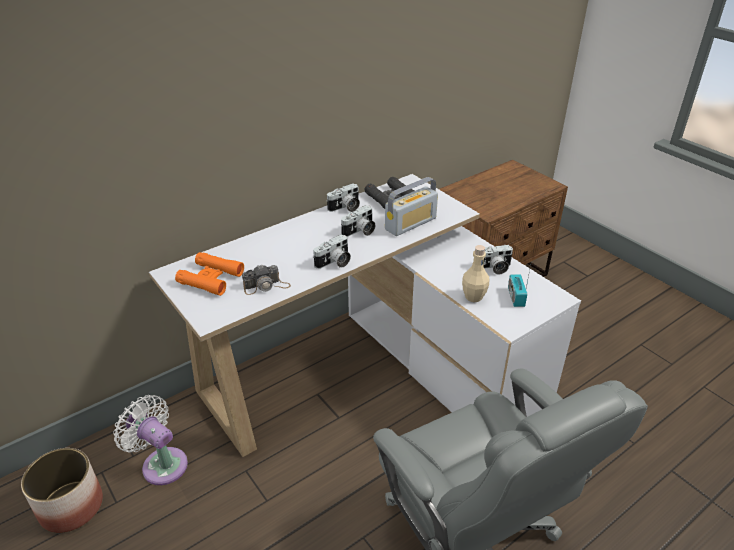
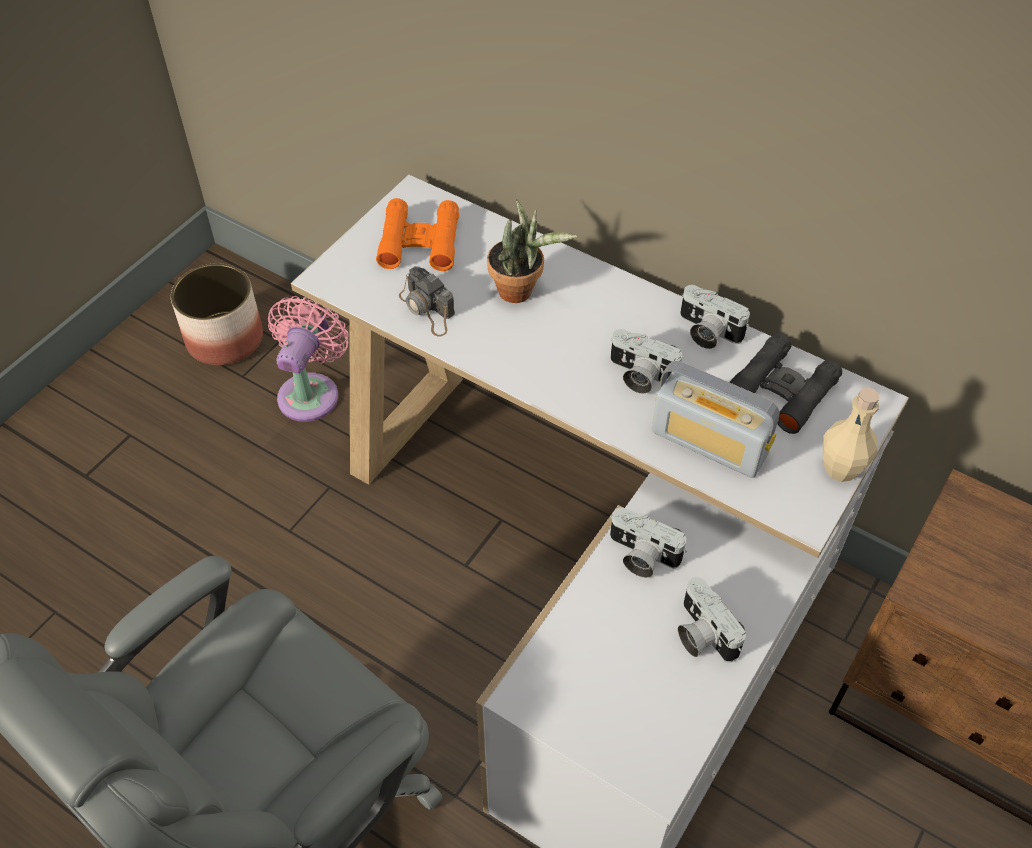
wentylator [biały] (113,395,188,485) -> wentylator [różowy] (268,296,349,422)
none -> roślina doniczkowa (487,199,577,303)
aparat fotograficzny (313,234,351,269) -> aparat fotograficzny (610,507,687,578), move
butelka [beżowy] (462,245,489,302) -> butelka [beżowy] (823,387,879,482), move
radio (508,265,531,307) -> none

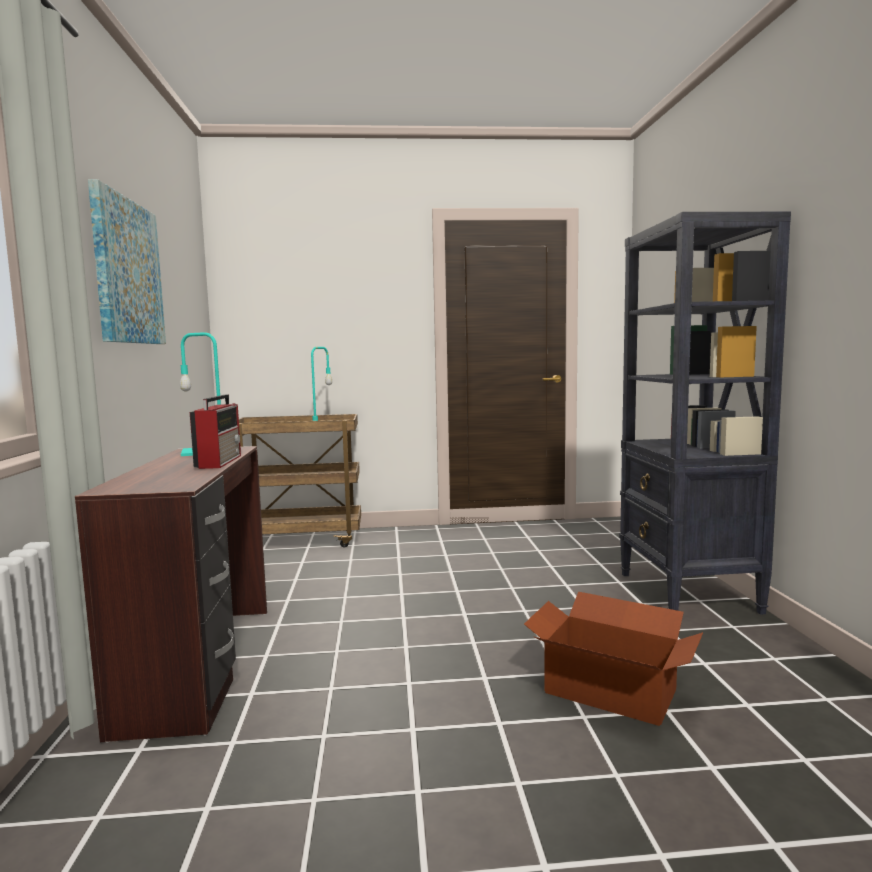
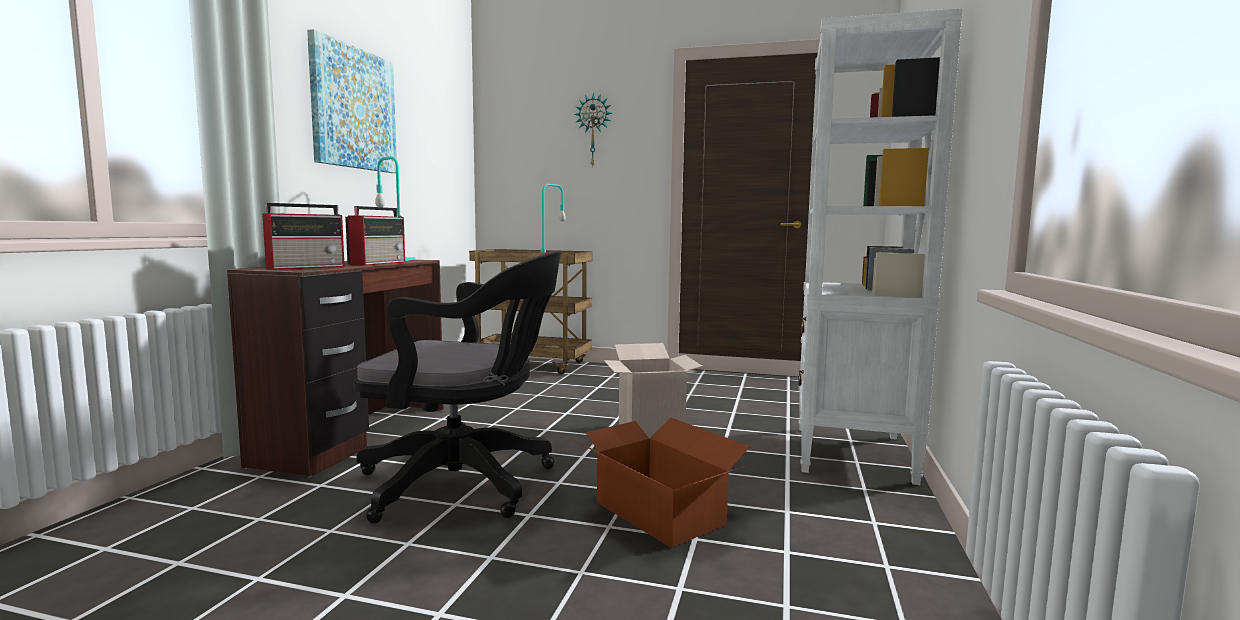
none -> radio (262,203,345,270)
none -> krzesło biurowe [czarny] (354,252,561,524)
none -> zegar ścienny (574,93,612,167)
none -> karton (604,343,703,438)
regał [czarny] (619,212,791,615) -> regał [biały] (798,8,963,485)

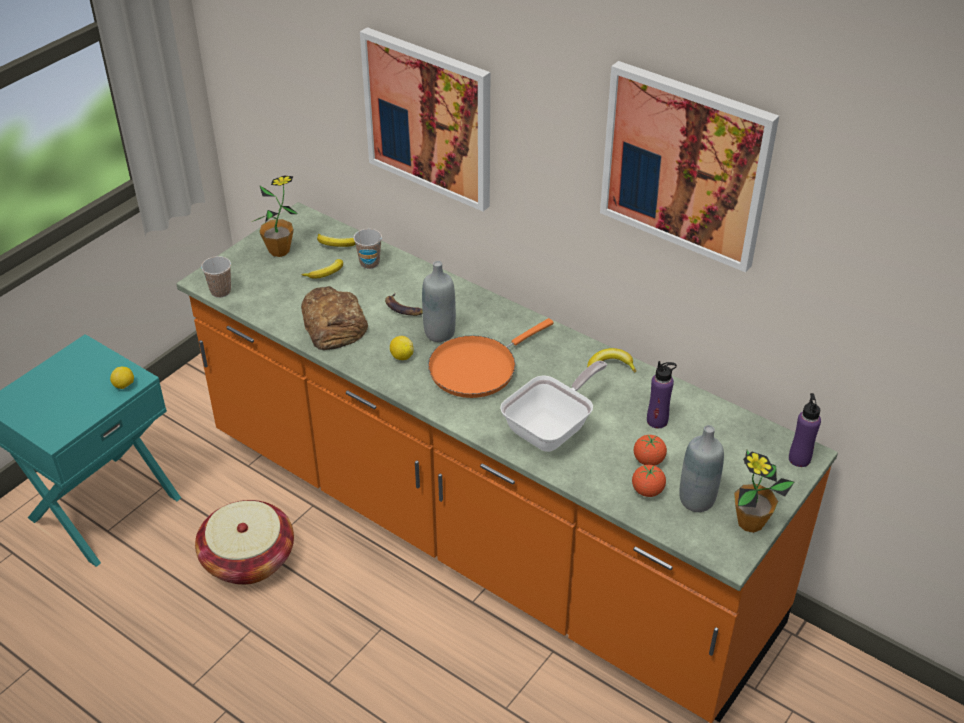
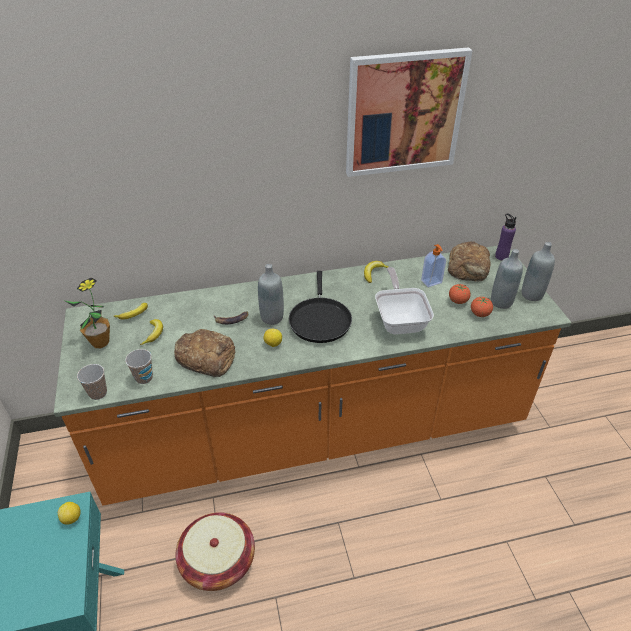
filiżanka (353,229,382,269) -> filiżanka (125,349,153,384), move
patelnia [pomarańczowy] (428,318,554,398) -> patelnia [czarny] (289,271,352,343)
butelka [fioletowy] (647,361,677,428) -> dozownik mydła (421,244,446,287)
none -> chleb (448,241,491,282)
roślina doniczkowa (734,450,794,533) -> butelka [szary] (522,242,555,301)
obraz (360,27,490,211) -> none

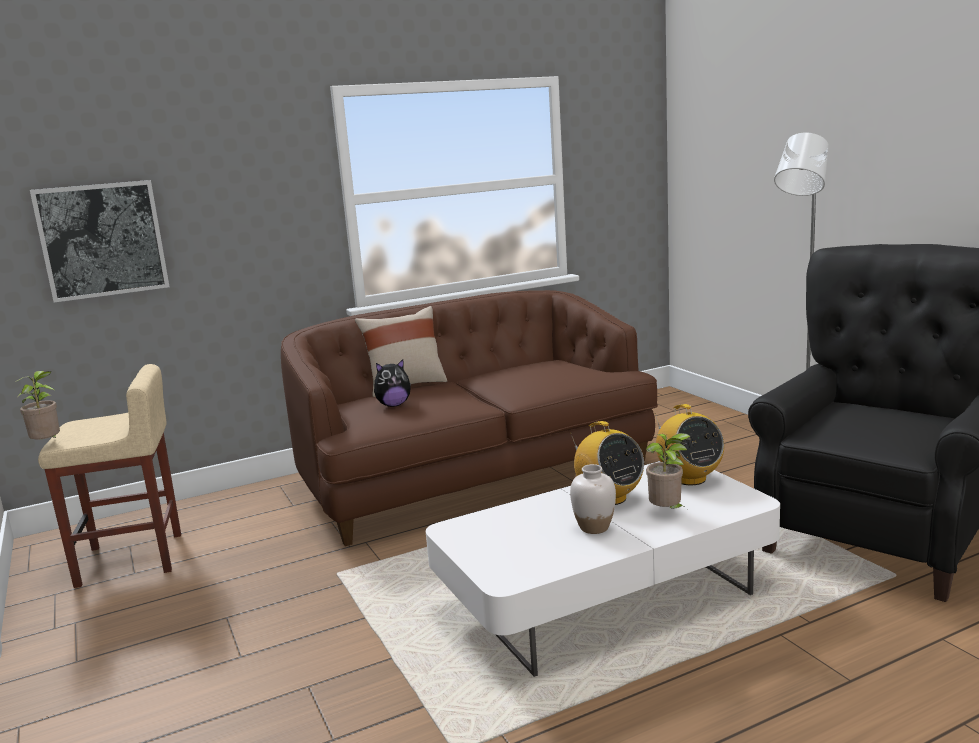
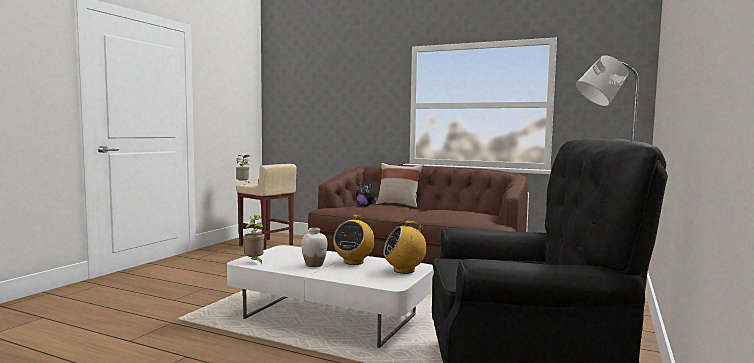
roślina doniczkowa (646,433,691,509) -> roślina doniczkowa (243,215,265,265), move
radio (655,404,724,485) -> radio (383,221,427,274), 45 degrees clockwise
obraz (30,180,169,302) -> none

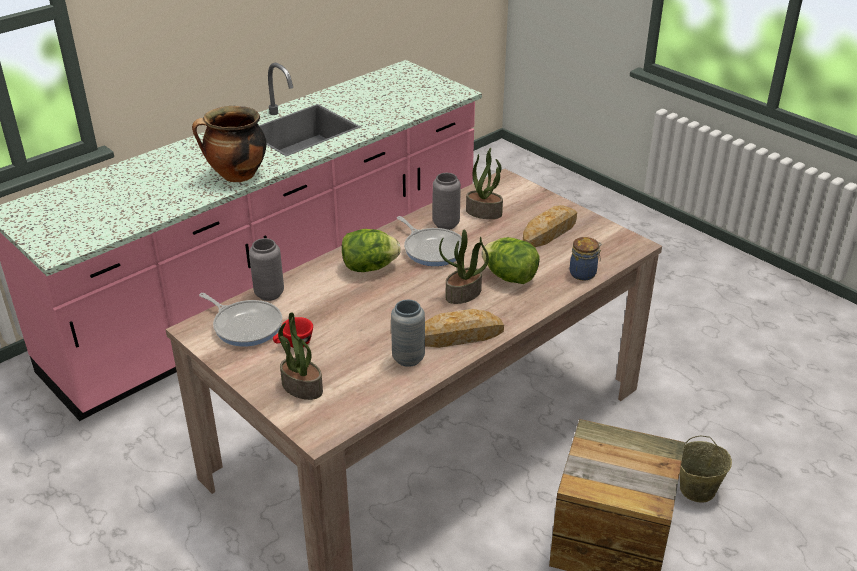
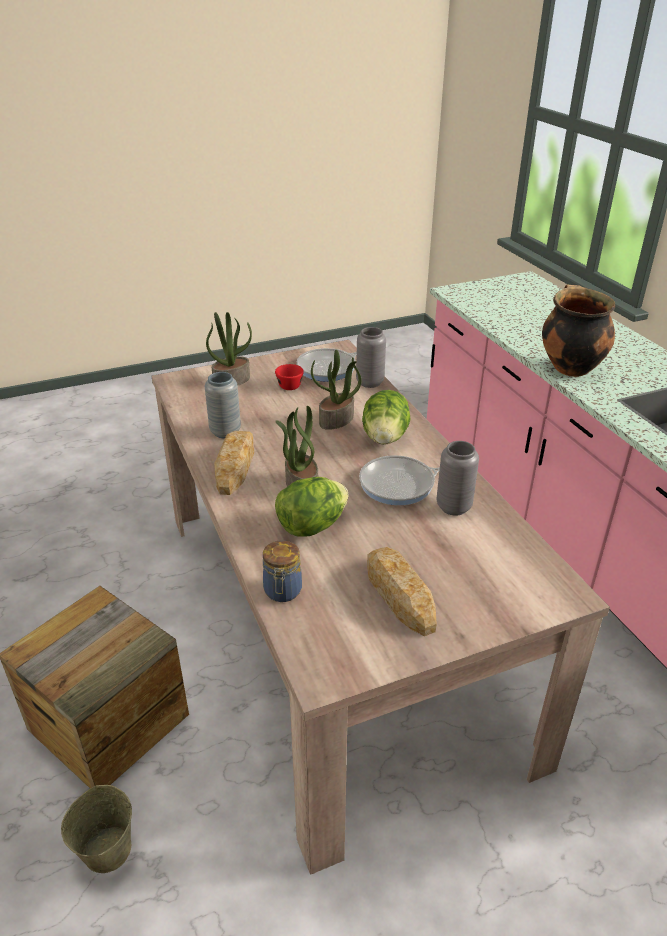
roślina doniczkowa (466,148,503,219) -> roślina doniczkowa (311,350,362,430), move

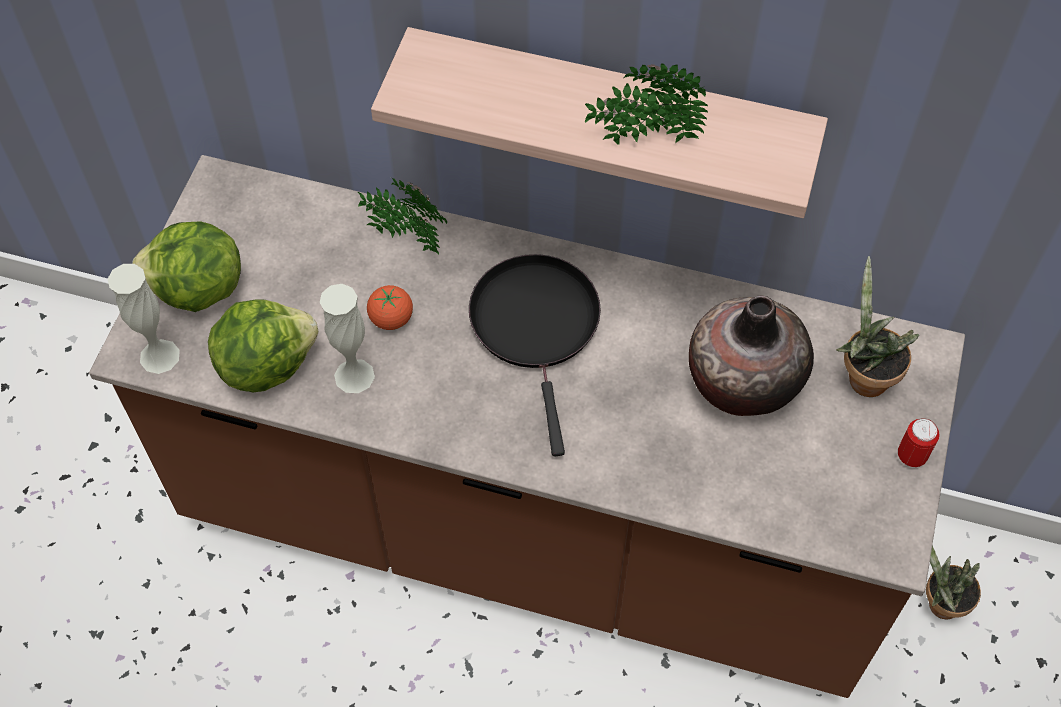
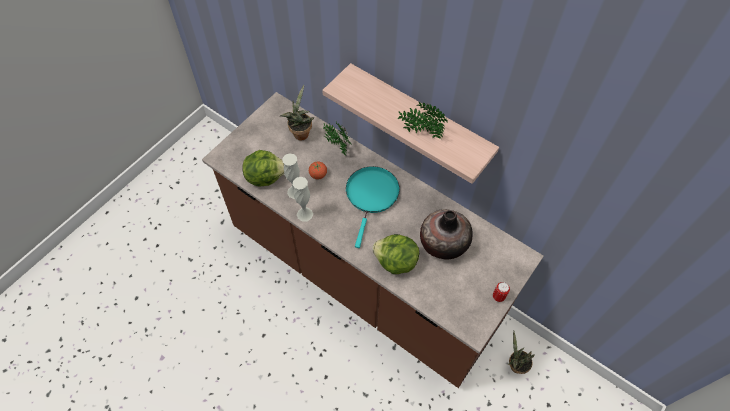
roślina doniczkowa (836,256,919,397) -> roślina doniczkowa (280,85,314,141), move
wazon [biały] (108,264,180,374) -> wazon [biały] (293,177,313,221), move
patelnia [czarny] (469,254,601,456) -> patelnia [turkusowy] (346,166,400,248)
sałata (132,221,241,312) -> sałata (372,234,419,274), move

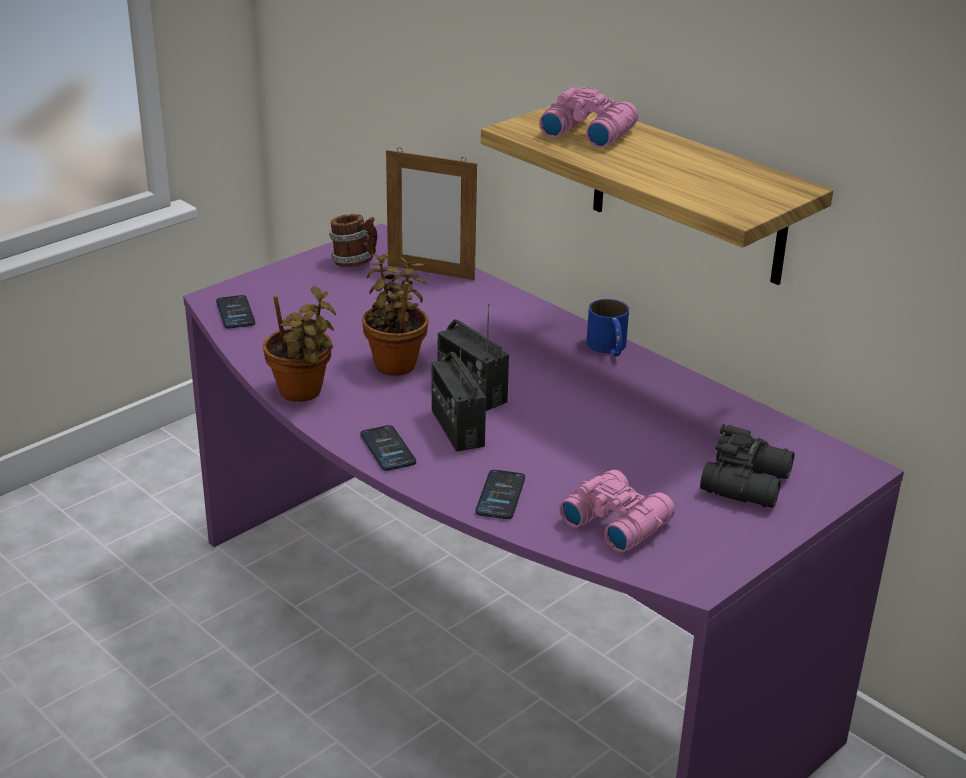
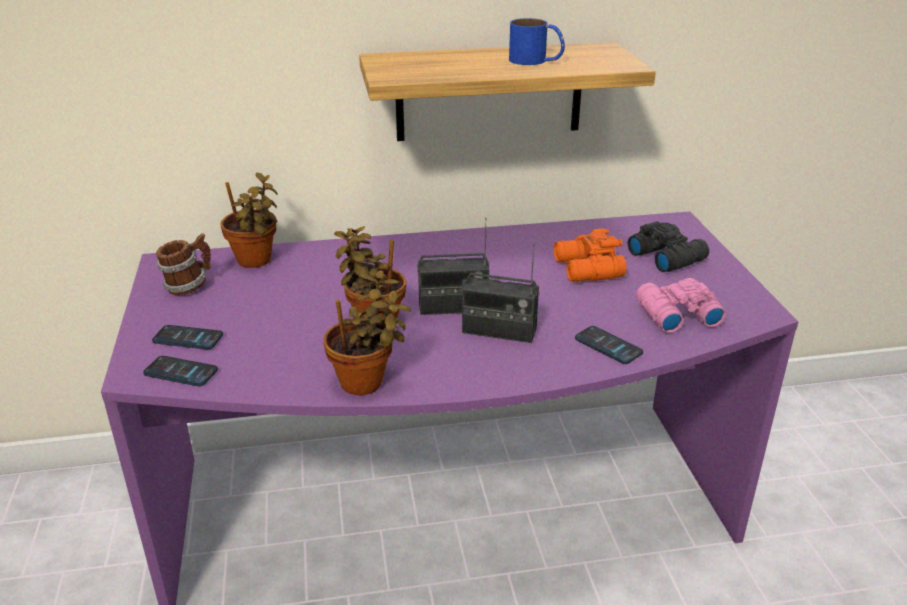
telefon (360,425,416,471) -> telefon (152,325,223,350), move
ramka na zdjęcie (386,148,477,280) -> roślina doniczkowa (221,172,278,268)
kubek [niebieski] (586,299,629,356) -> kubek [niebieski] (509,18,565,65), move
none -> lornetka [pomarańczowy] (554,228,626,282)
lornetka [różowy] (539,87,638,148) -> none

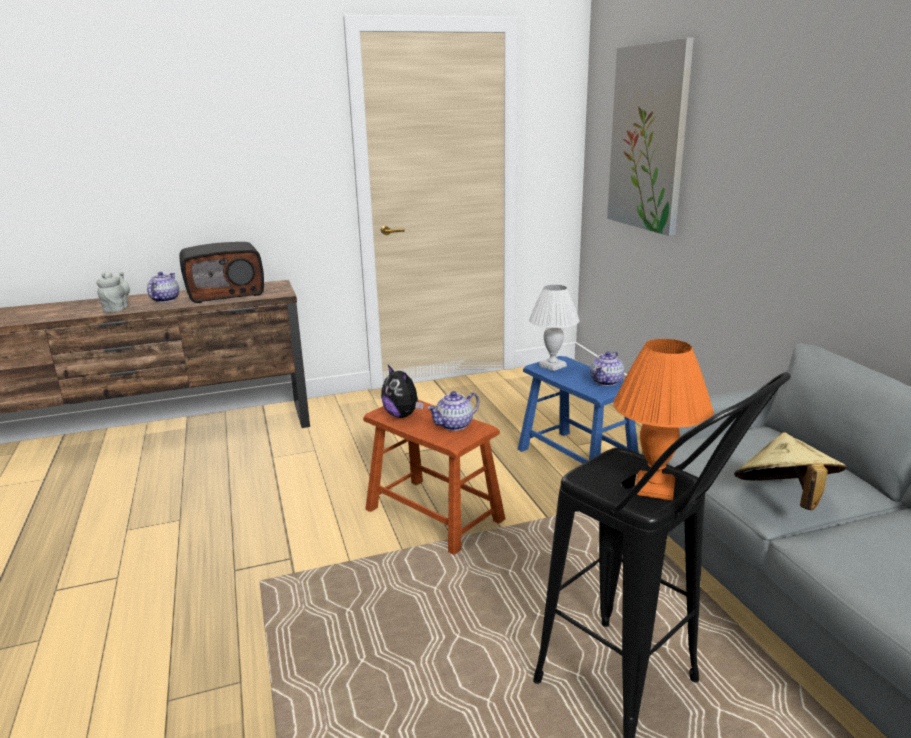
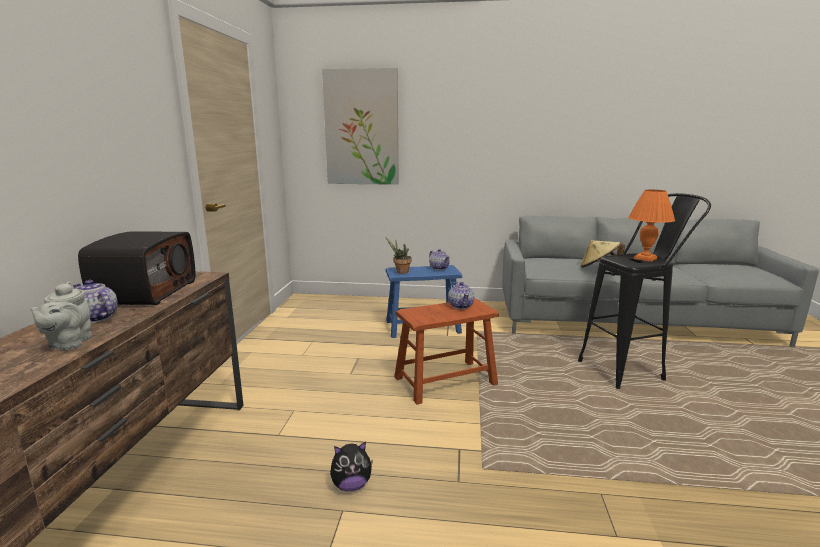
imbryk [szary] (96,271,130,312) -> imbryk [szary] (31,282,92,350), 120 degrees counterclockwise
pluszak (381,365,424,418) -> pluszak (330,441,373,491), move
lampa stołowa [biały] (529,285,580,371) -> roślina doniczkowa (386,237,412,274)

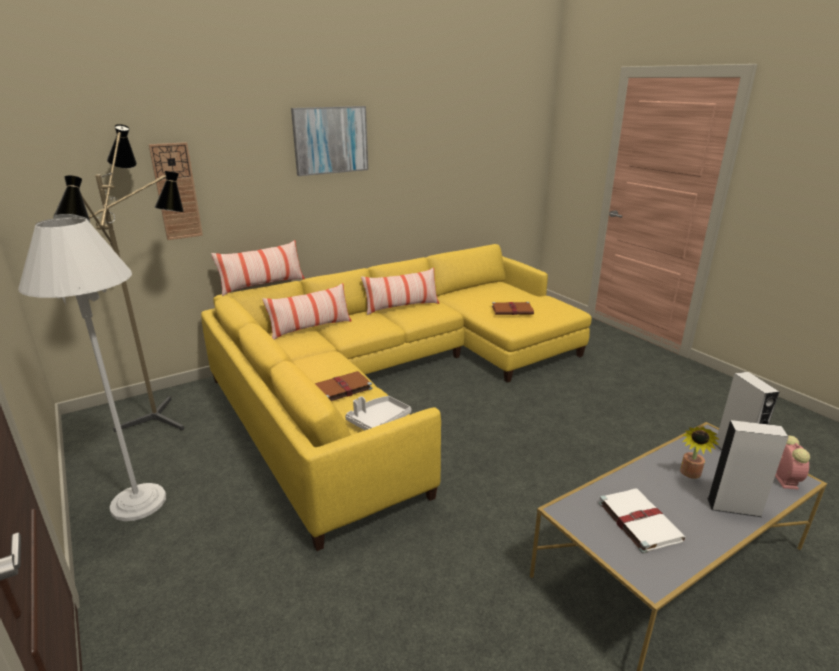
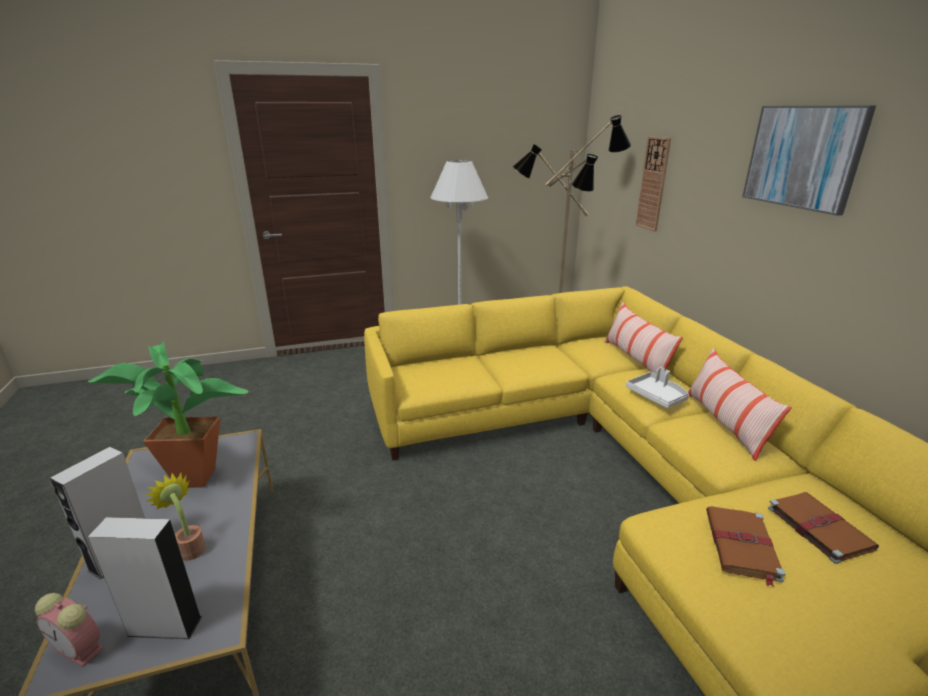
książka [biały] (599,489,686,554) -> roślina doniczkowa (88,340,248,488)
taca [biały] (345,396,411,430) -> taca [biały] (626,367,689,408), move
książka [brązowy] (315,371,372,401) -> książka [brązowy] (768,492,879,564), move
poduszka (211,240,305,296) -> none

